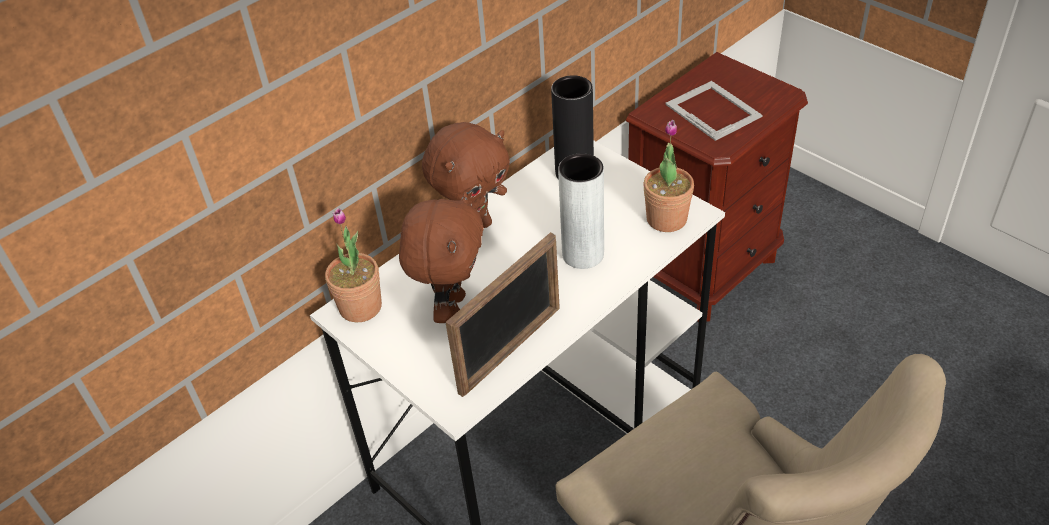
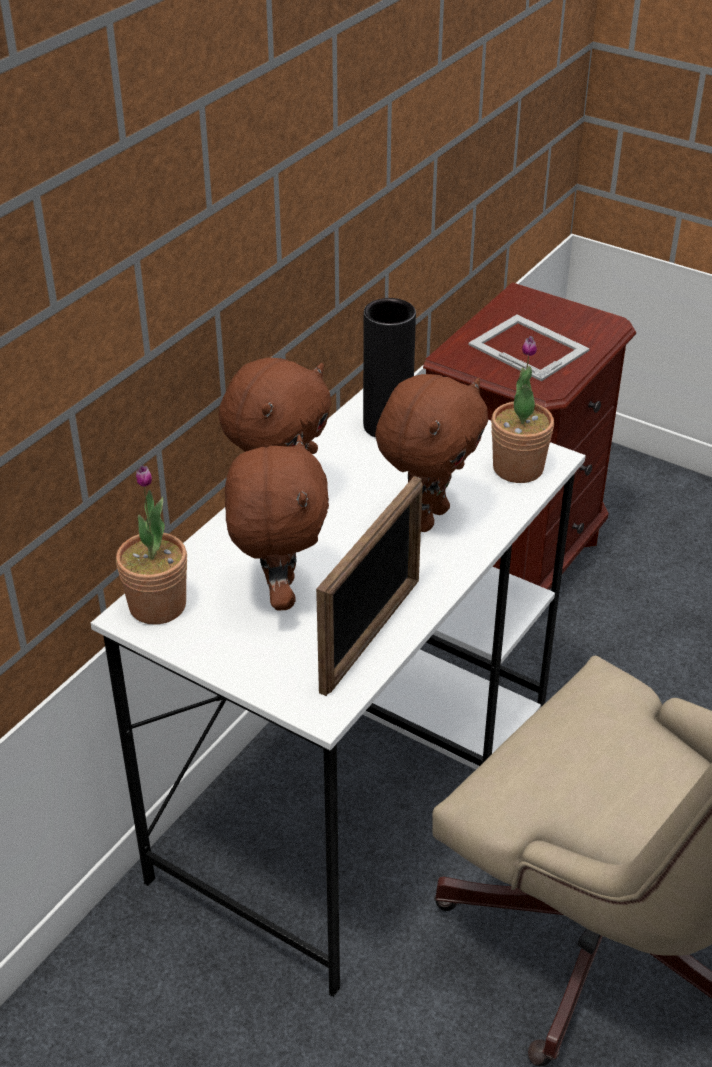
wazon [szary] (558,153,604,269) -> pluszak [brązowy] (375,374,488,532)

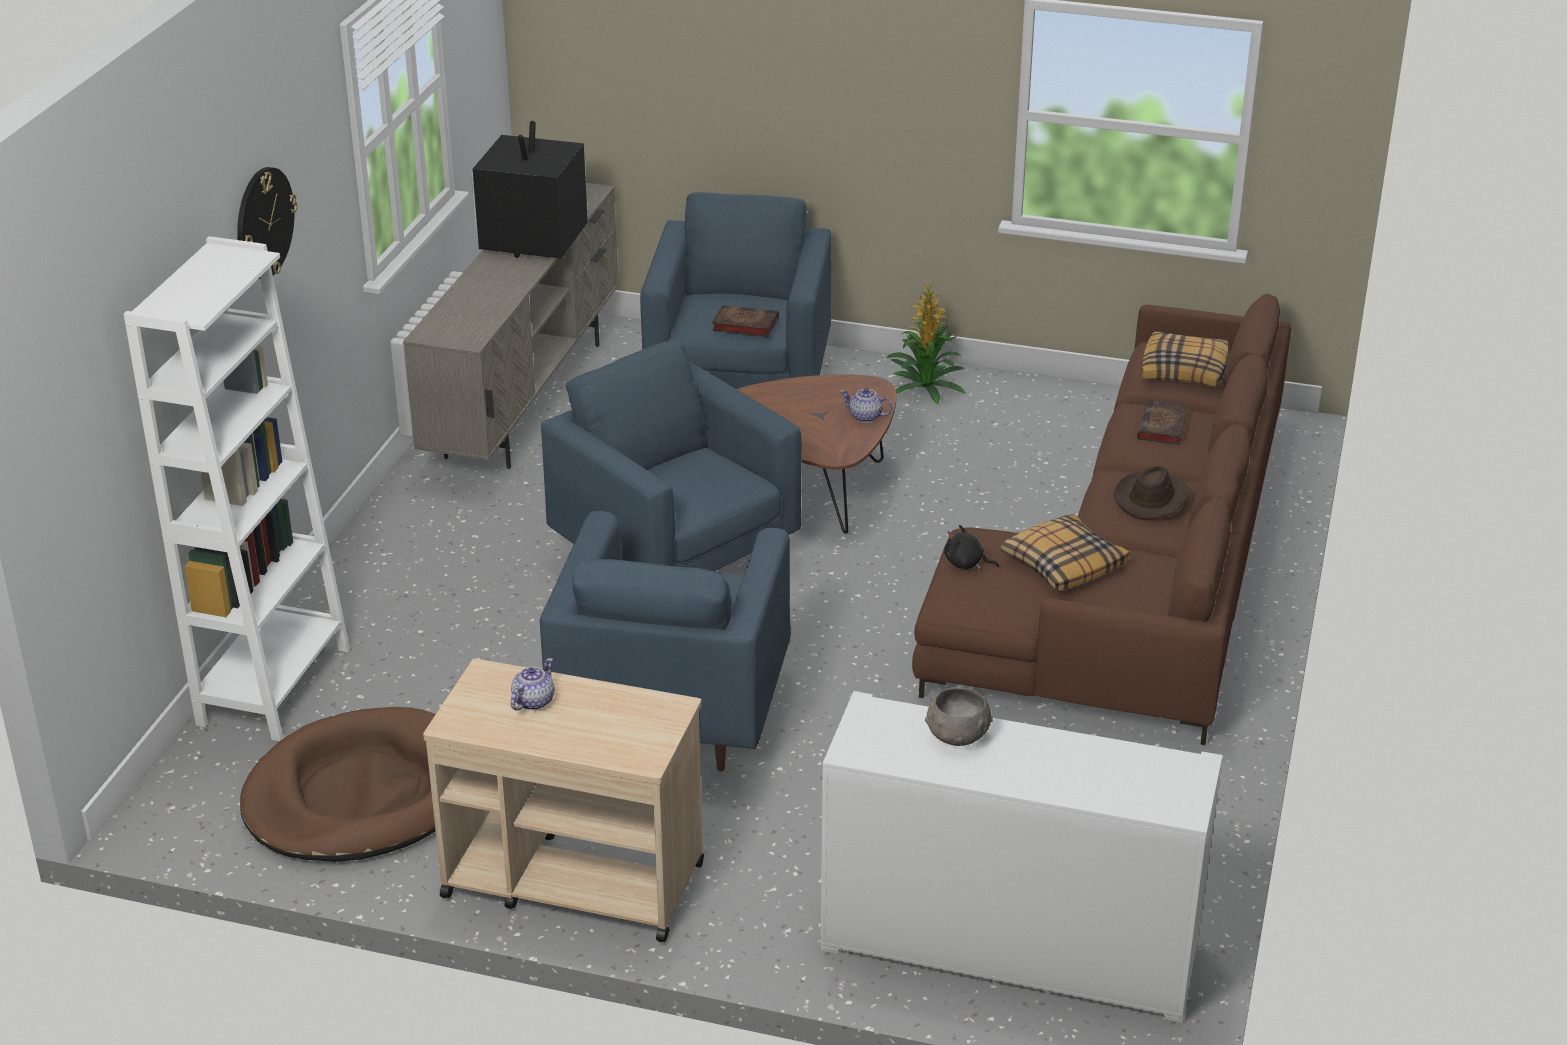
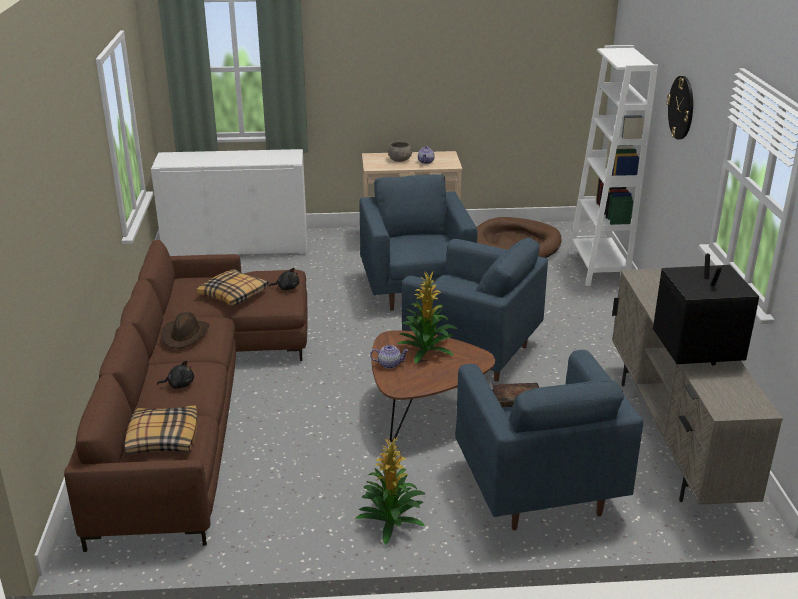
książka (1137,400,1188,445) -> pluszak [czarny] (157,360,194,389)
miska [szary] (925,687,993,746) -> miska [szary] (388,142,412,162), move
none -> roślina doniczkowa (397,271,458,364)

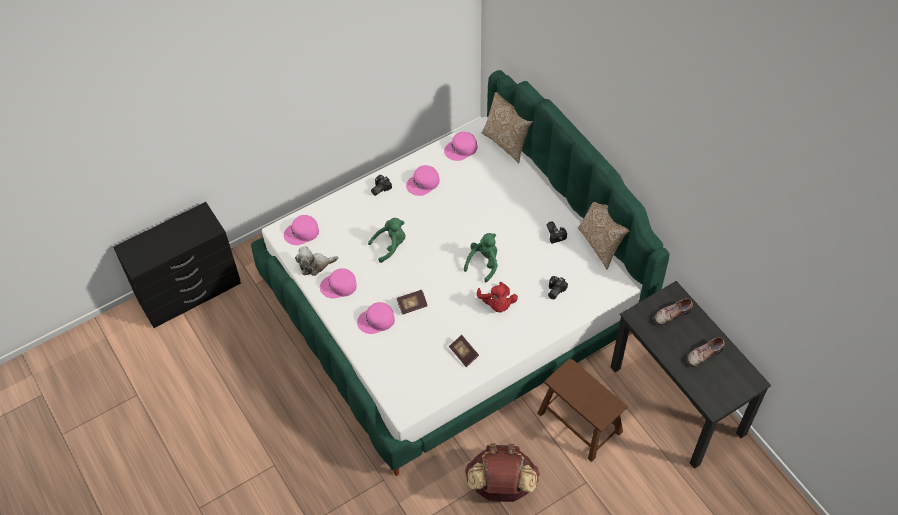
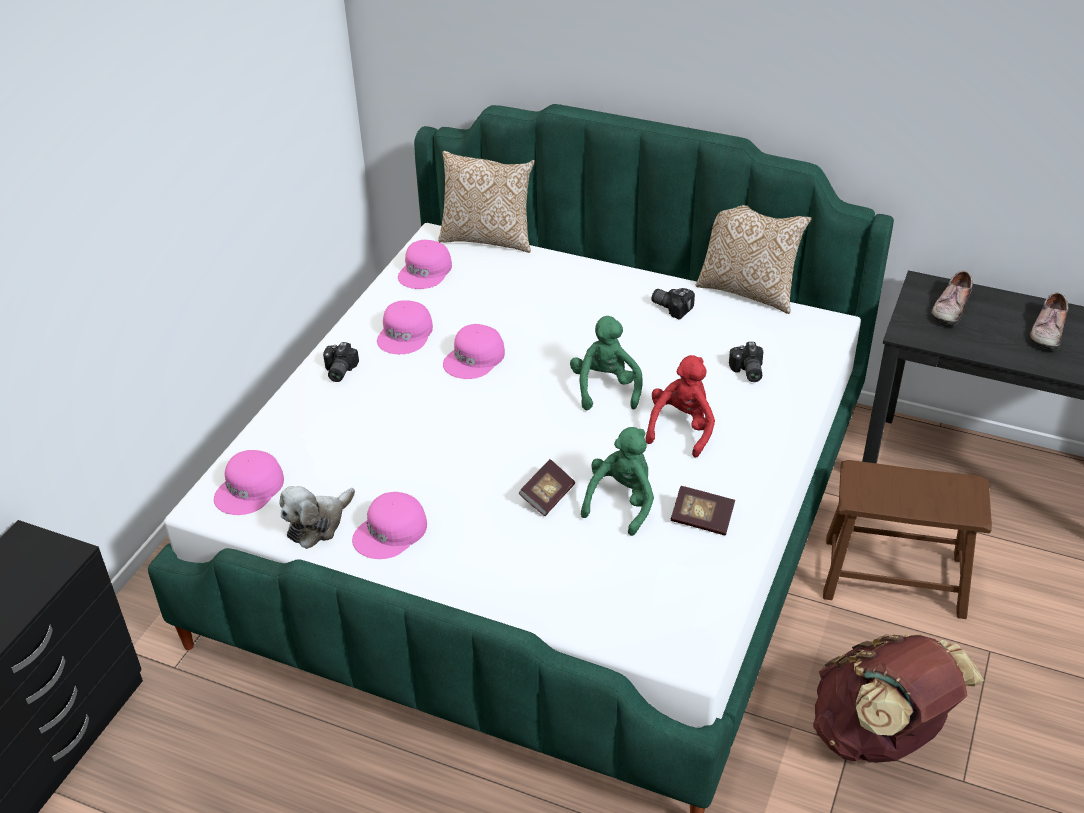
czapka z daszkiem [różowy] (357,302,395,334) -> czapka z daszkiem [różowy] (443,324,505,379), move
pluszak [zielony] (368,218,405,263) -> pluszak [zielony] (581,427,654,536), move
pluszak [czerwony] (477,282,518,312) -> pluszak [czerwony] (645,355,715,458), 105 degrees counterclockwise

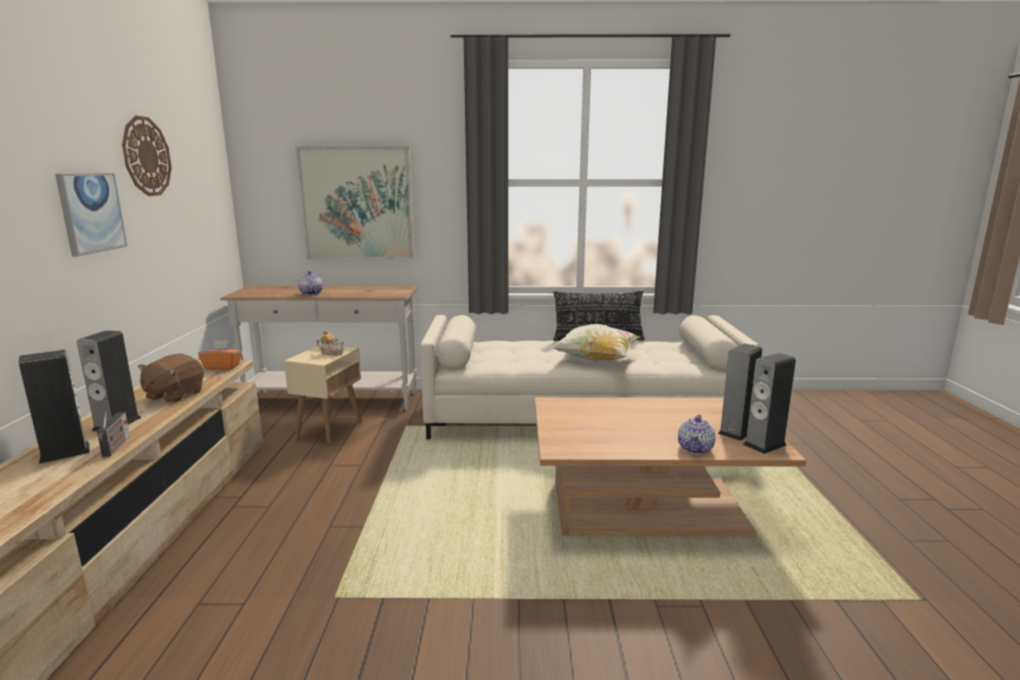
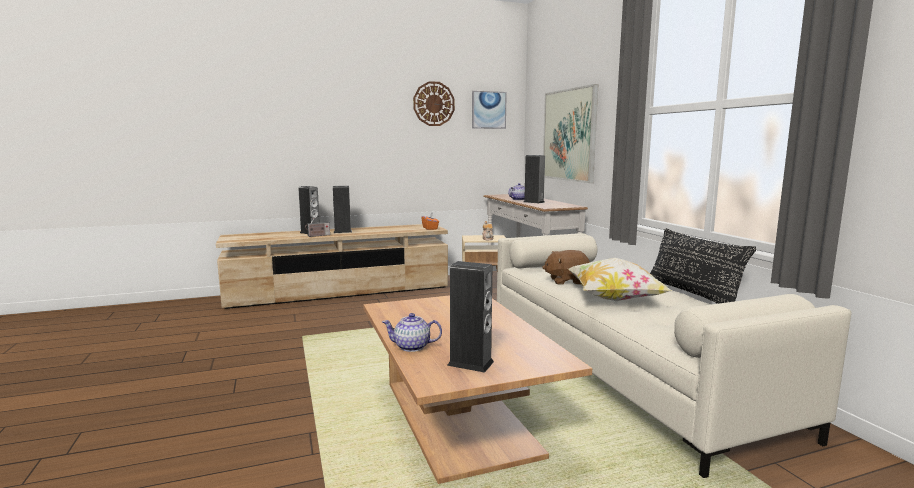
obraz (55,173,127,256) -> obraz (472,91,507,129), move
głośnik (743,353,796,454) -> głośnik (523,155,545,203), move
pluszak [brązowy] (138,353,204,403) -> pluszak [brązowy] (542,250,590,284), move

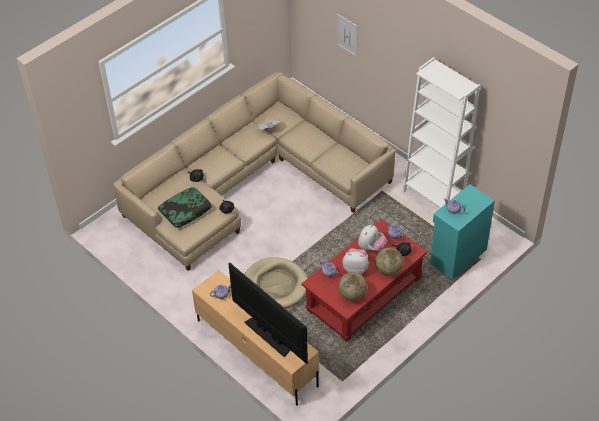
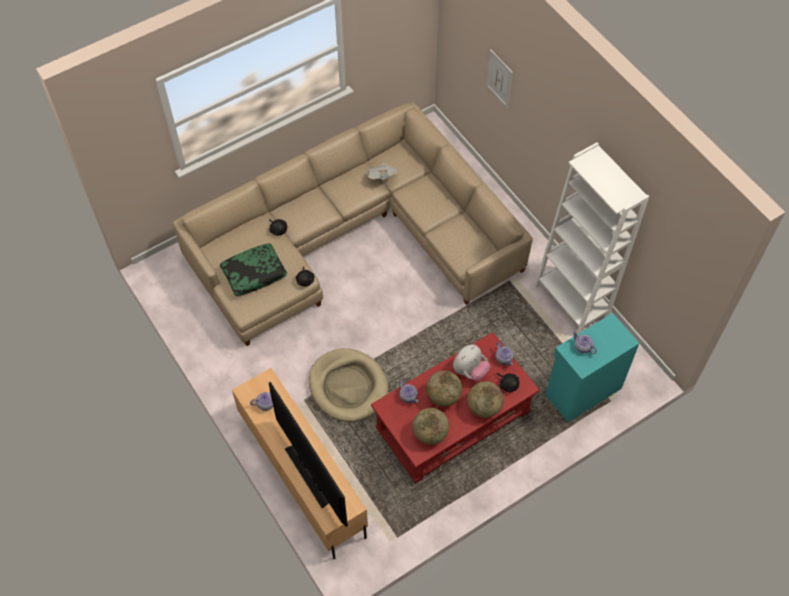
pluszak (342,248,369,274) -> globus (426,371,462,407)

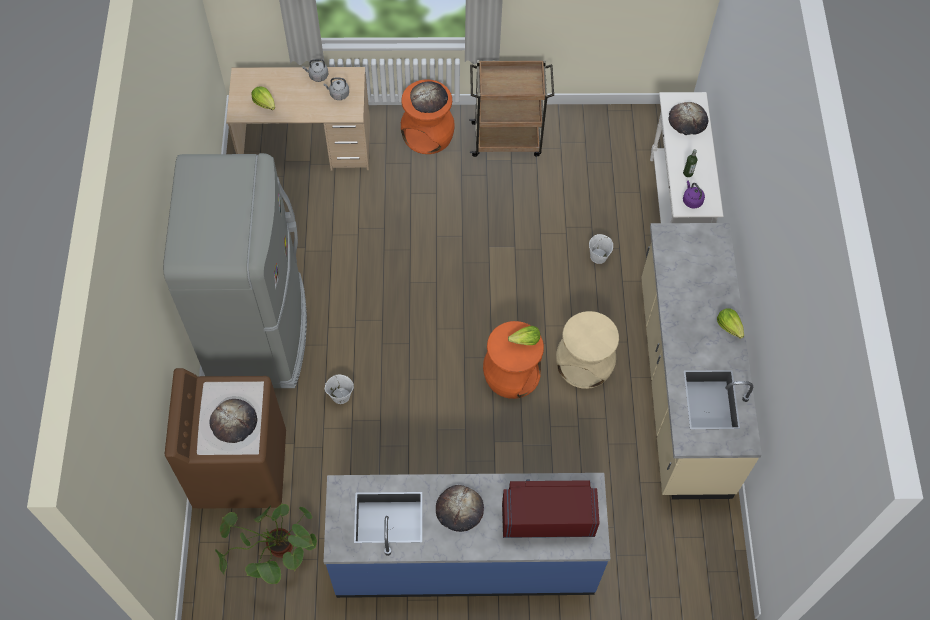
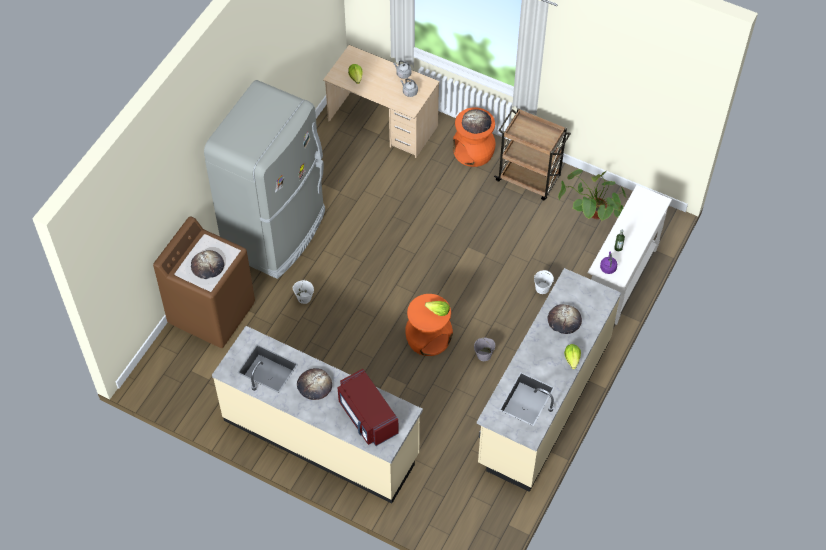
zabudowa kuchenna [niebieski] (324,473,611,598) -> zabudowa kuchenna [beżowy] (212,326,423,503)
mikrofalówka [czerwony] (502,480,600,538) -> mikrofalówka [czerwony] (338,369,399,446), 150 degrees counterclockwise
stołek [beżowy] (556,311,619,389) -> wiadro [szary] (474,338,495,361)
chleb (669,102,708,135) -> chleb (547,304,582,334), move
roślina doniczkowa (215,504,317,584) -> roślina doniczkowa (558,169,627,222), move

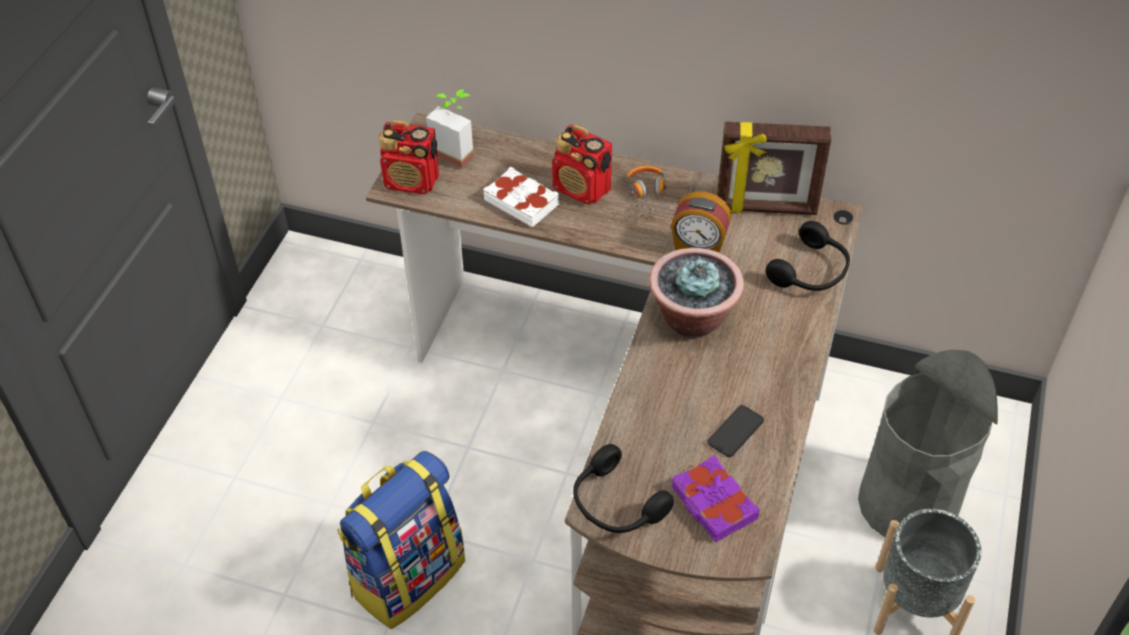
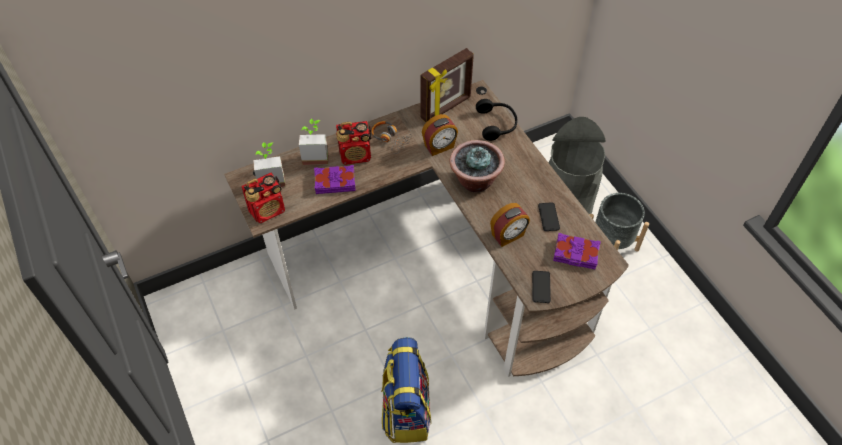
none -> roślina doniczkowa (299,119,328,165)
książka [biały] (483,166,559,227) -> książka [fioletowy] (314,165,356,194)
none -> budzik (490,203,530,247)
słuchawki [czarny] (573,444,674,533) -> telefon (532,271,551,303)

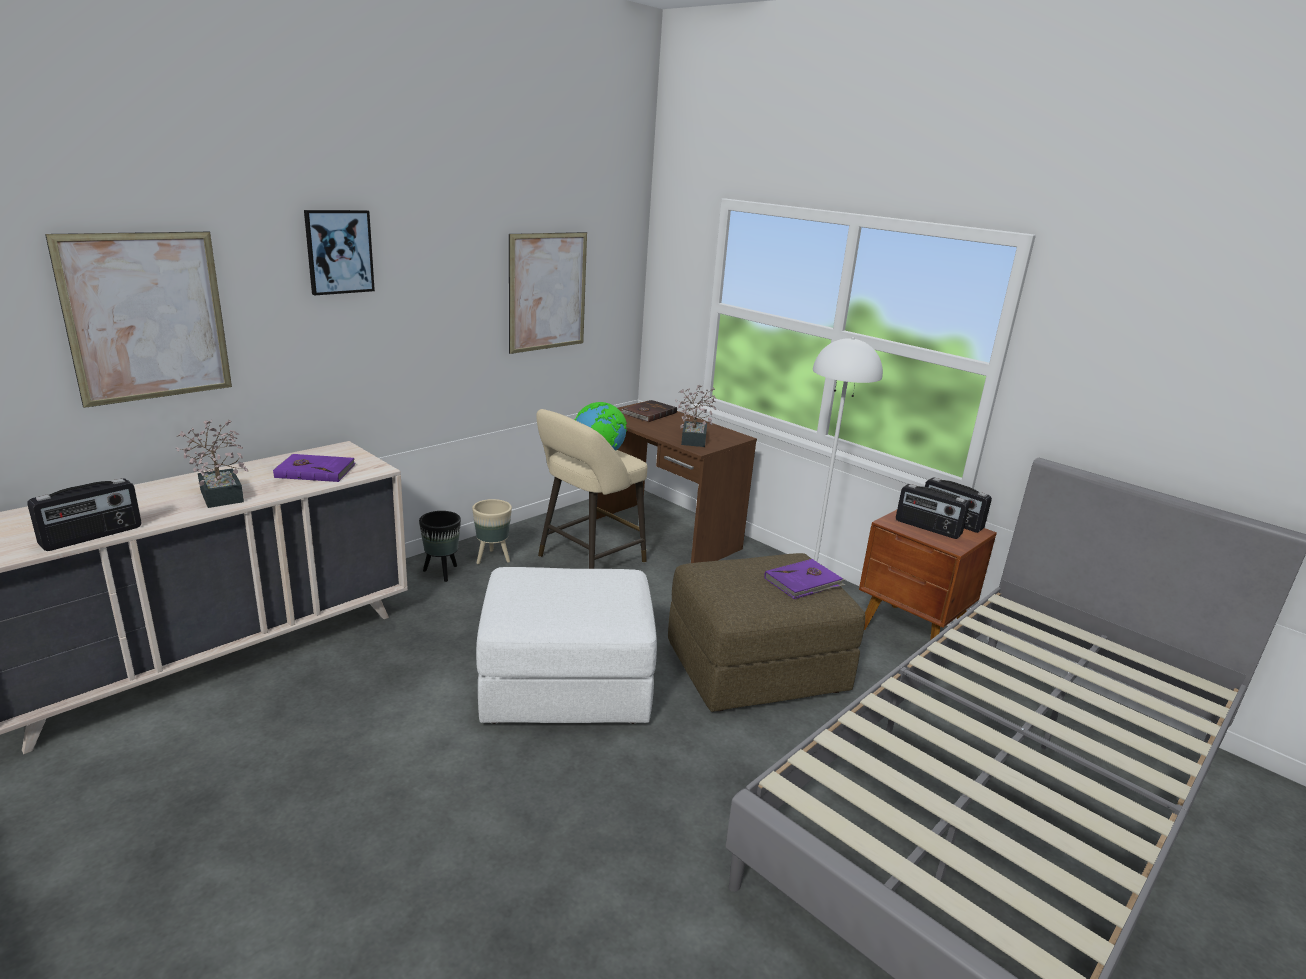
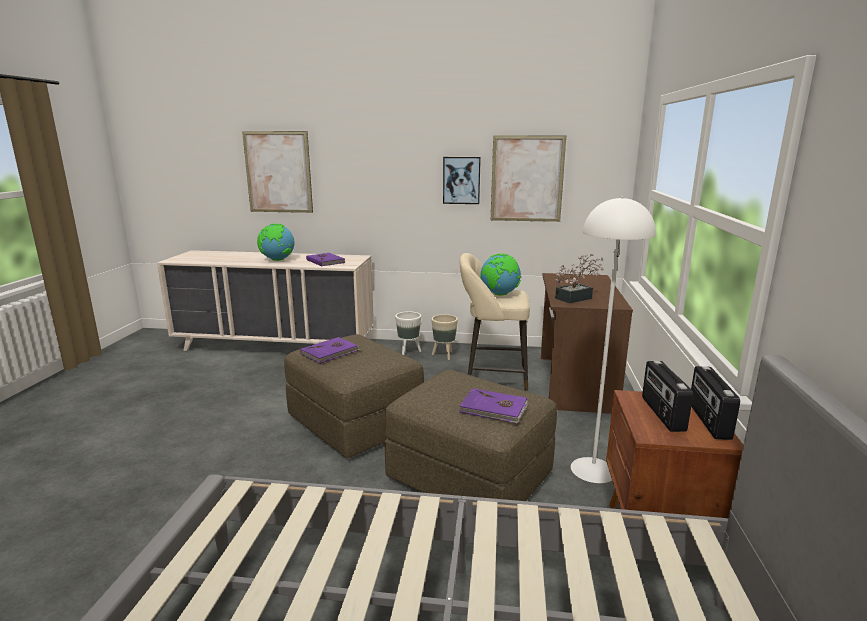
roślina doniczkowa (176,420,248,508) -> globus (257,224,294,261)
pufa [biały] (476,567,657,724) -> pufa [brązowy] (284,334,424,458)
none -> książka [fioletowy] (300,337,360,364)
donica [czarny] (419,511,461,582) -> donica [biały] (395,311,421,355)
obraz (304,210,375,295) -> obraz (443,157,481,204), move
radio (27,478,141,551) -> none
książka [brązowy] (621,400,677,422) -> none

